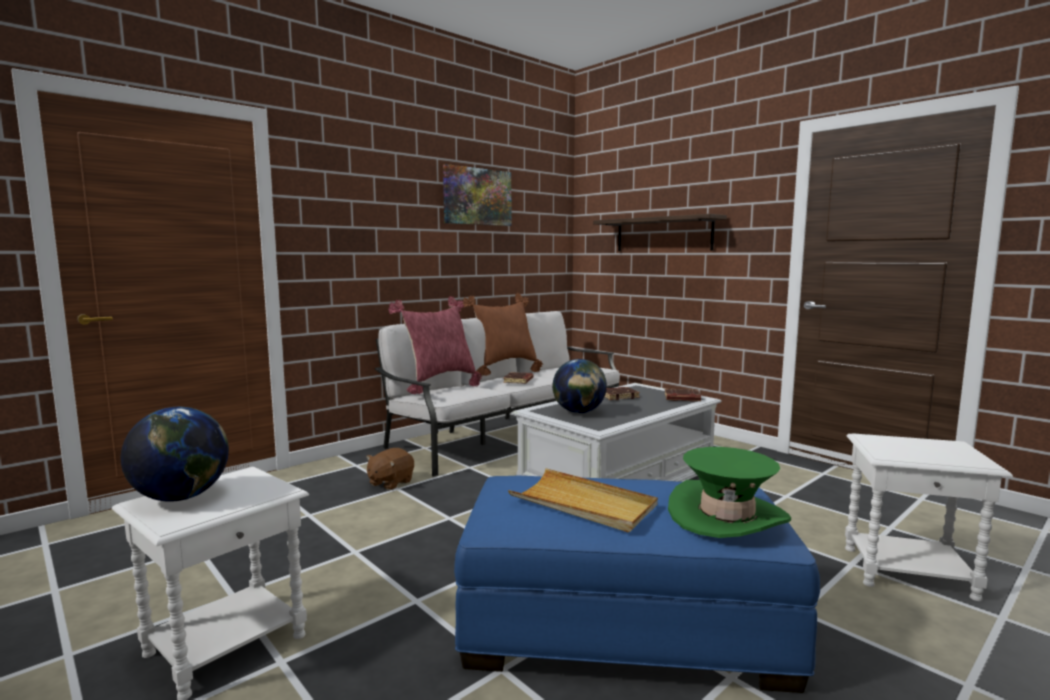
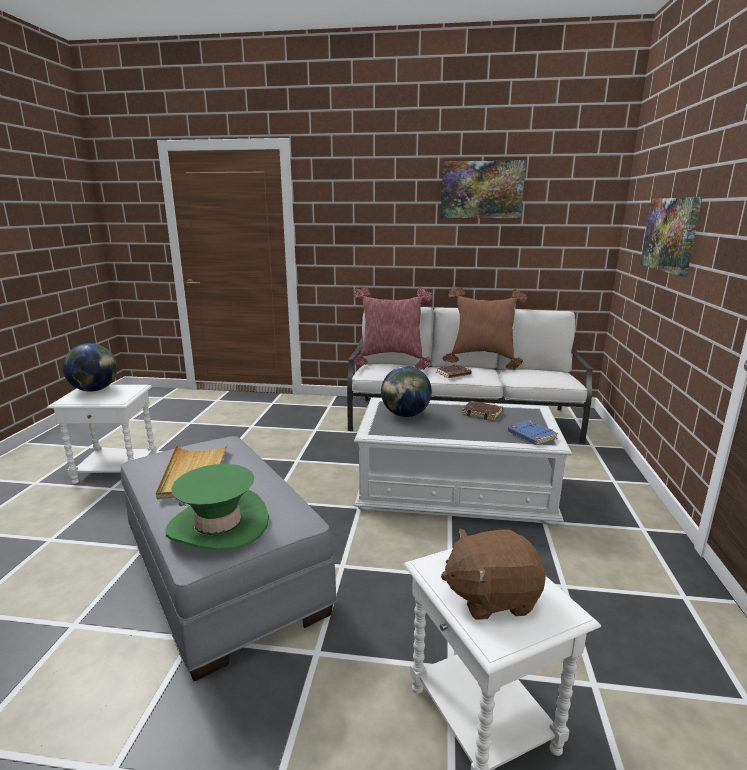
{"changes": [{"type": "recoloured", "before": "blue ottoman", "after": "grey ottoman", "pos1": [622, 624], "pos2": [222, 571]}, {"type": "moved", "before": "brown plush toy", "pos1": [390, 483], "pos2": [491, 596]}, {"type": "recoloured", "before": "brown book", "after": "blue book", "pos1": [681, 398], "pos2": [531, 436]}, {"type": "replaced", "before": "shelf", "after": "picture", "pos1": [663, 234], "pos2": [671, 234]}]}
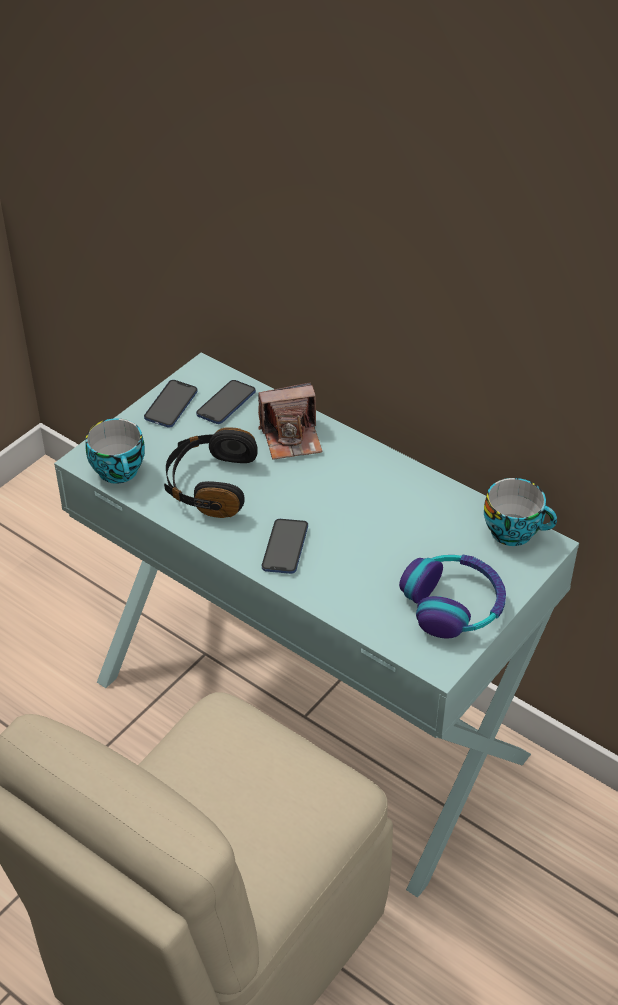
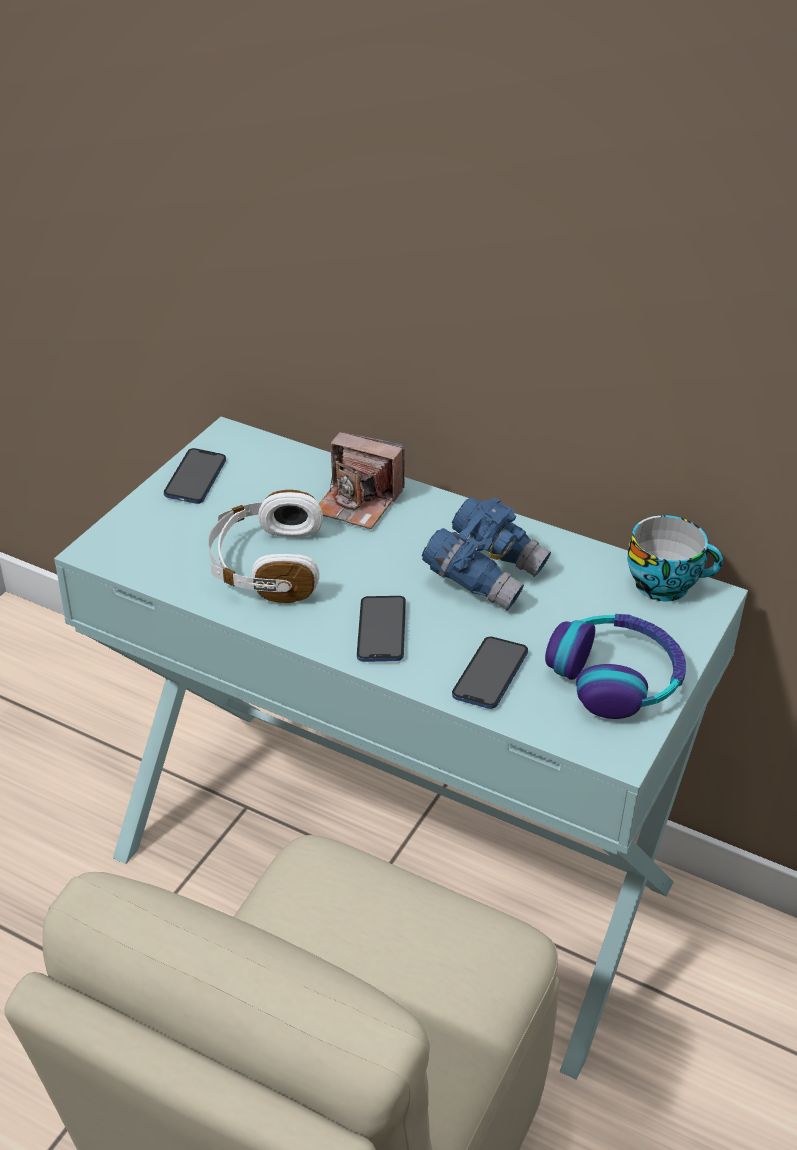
{"changes": [{"type": "recoloured", "before": "black headphones", "after": "white headphones", "pos1": [210, 485], "pos2": [266, 565]}, {"type": "turned", "before": "photo camera", "pos1": [291, 438], "pos2": [358, 502], "turn": 45}, {"type": "added", "after": "blue binoculars", "pos2": [485, 574]}, {"type": "moved", "before": "phone", "pos1": [226, 403], "pos2": [490, 674]}, {"type": "removed", "before": "cup", "pos1": [120, 471]}]}
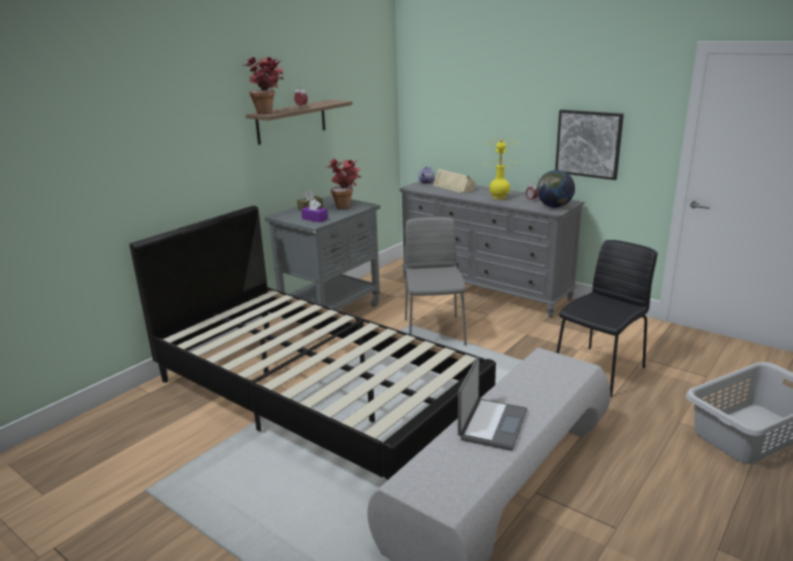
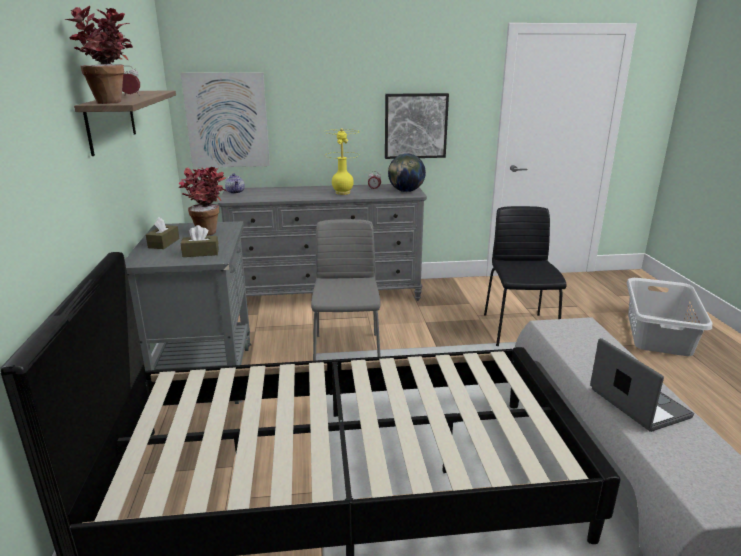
{"changes": [{"type": "added", "after": "picture", "pos2": [227, 121]}, {"type": "recoloured", "before": "purple tissue box", "after": "brown tissue box", "pos1": [315, 219], "pos2": [201, 253]}, {"type": "turned", "before": "grey chair", "pos1": [433, 331], "pos2": [346, 351], "turn": 45}, {"type": "removed", "before": "beige speaker", "pos1": [454, 187]}]}
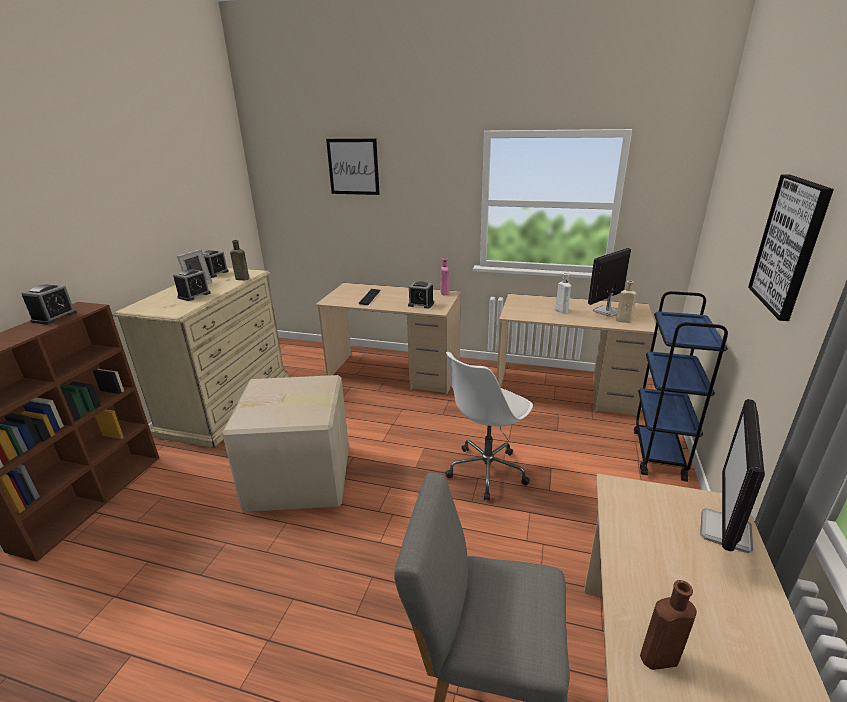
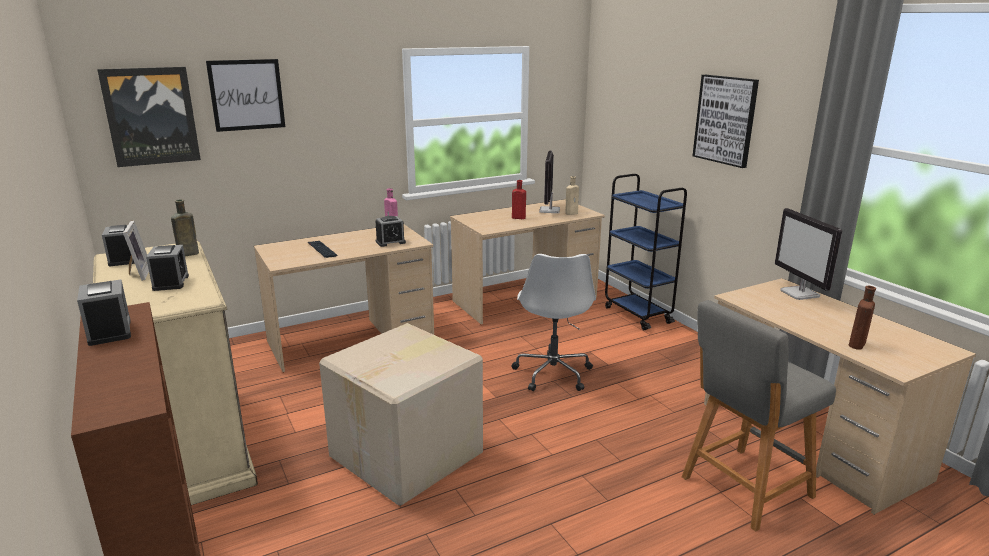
{"changes": [{"type": "added", "after": "picture", "pos2": [151, 116]}, {"type": "recoloured", "before": "white bottle", "after": "red bottle", "pos1": [560, 311], "pos2": [517, 218]}]}
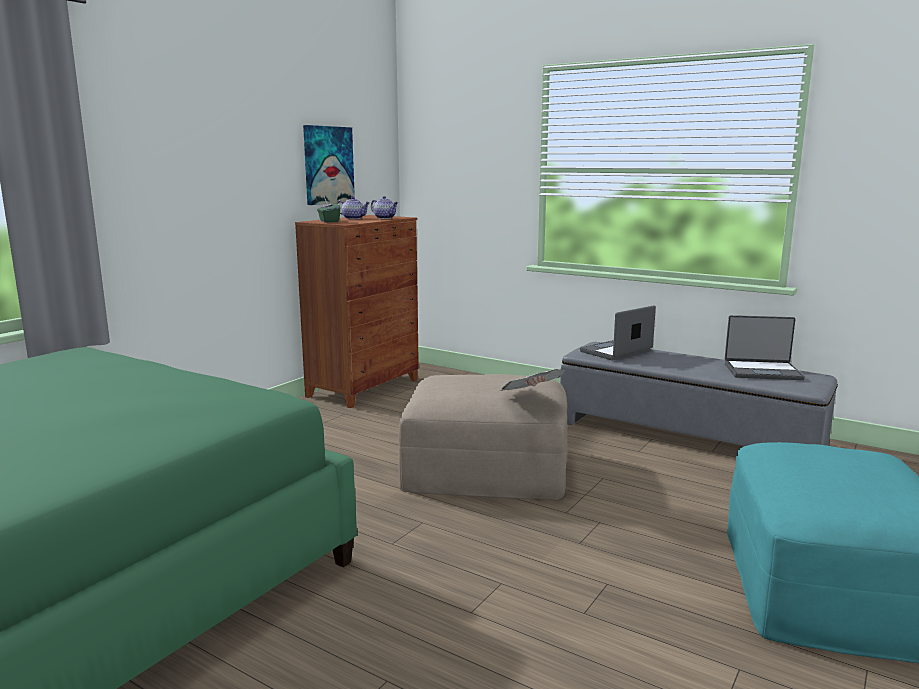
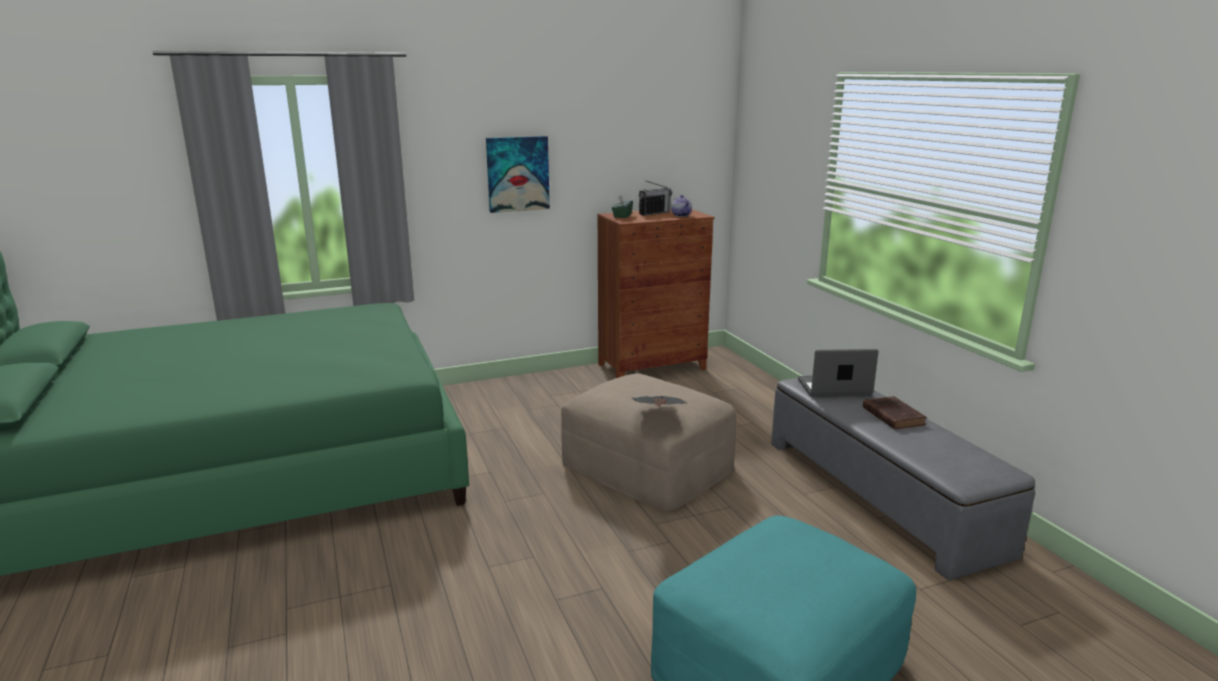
{"changes": [{"type": "moved", "before": "picture", "pos1": [328, 165], "pos2": [517, 174]}, {"type": "replaced", "before": "teapot", "after": "radio", "pos1": [354, 218], "pos2": [654, 213]}, {"type": "added", "after": "brown book", "pos2": [892, 415]}, {"type": "removed", "before": "laptop", "pos1": [762, 371]}]}
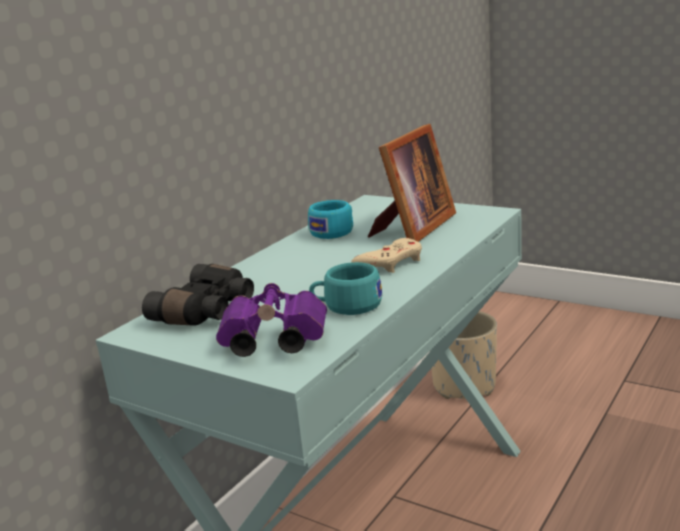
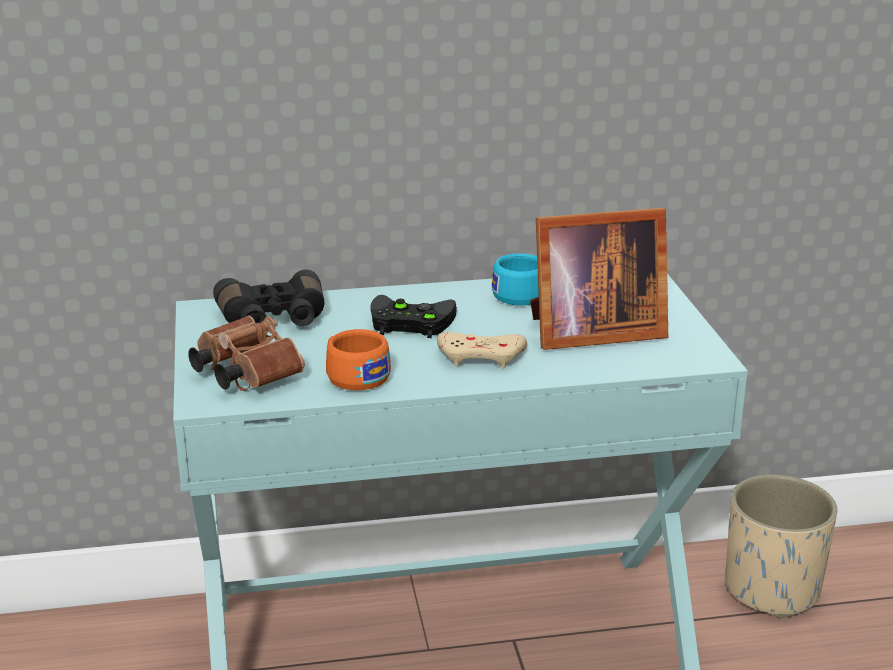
{"changes": [{"type": "recoloured", "before": "purple binoculars", "after": "brown binoculars", "pos1": [270, 343], "pos2": [244, 373]}, {"type": "recoloured", "before": "turquoise cup", "after": "orange cup", "pos1": [347, 306], "pos2": [353, 376]}, {"type": "added", "after": "black game controller", "pos2": [408, 322]}]}
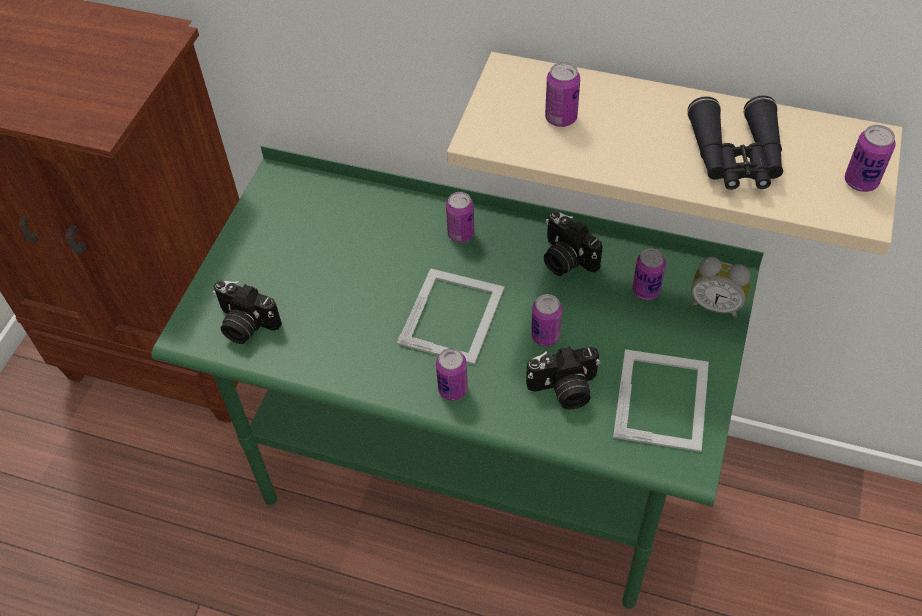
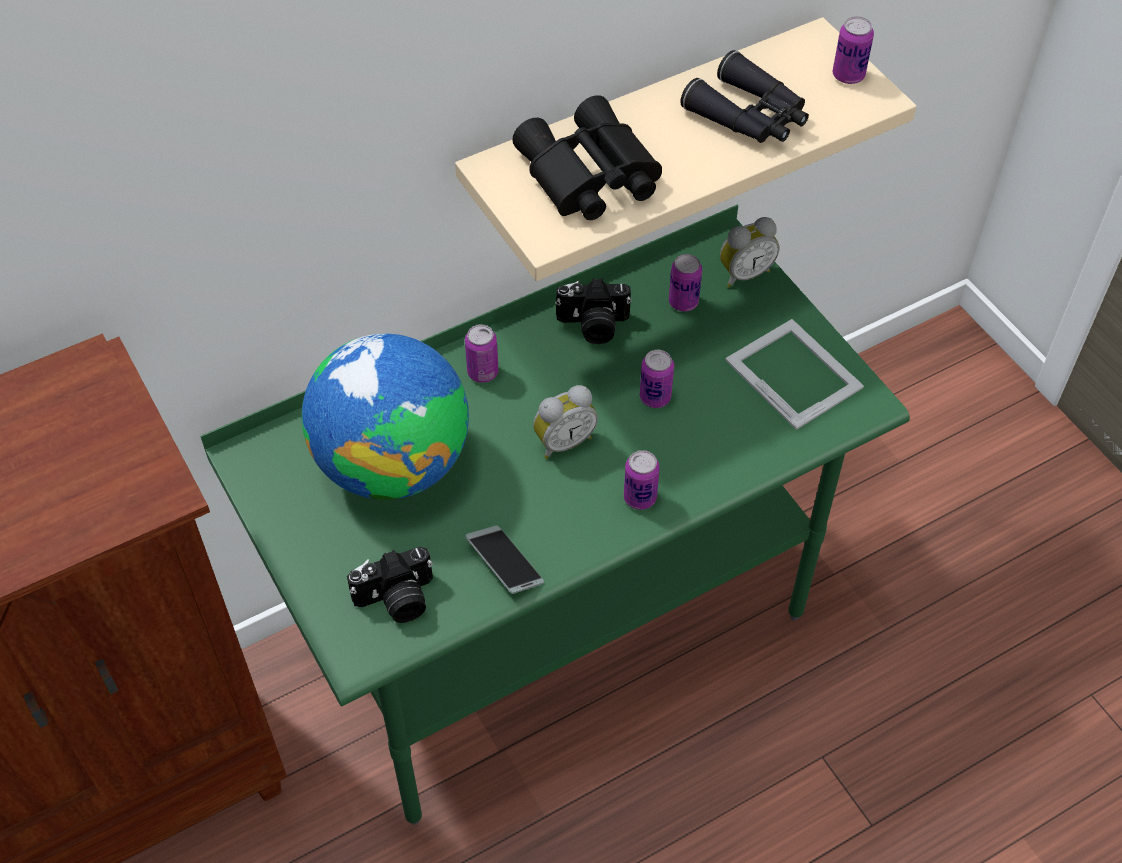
{"changes": [{"type": "added", "after": "globe", "pos2": [393, 463]}, {"type": "added", "after": "phone", "pos2": [504, 564]}, {"type": "replaced", "before": "can", "after": "black binoculars", "pos1": [561, 118], "pos2": [587, 176]}, {"type": "replaced", "before": "picture frame", "after": "alarm clock", "pos1": [453, 315], "pos2": [563, 441]}, {"type": "removed", "before": "photo camera", "pos1": [564, 390]}]}
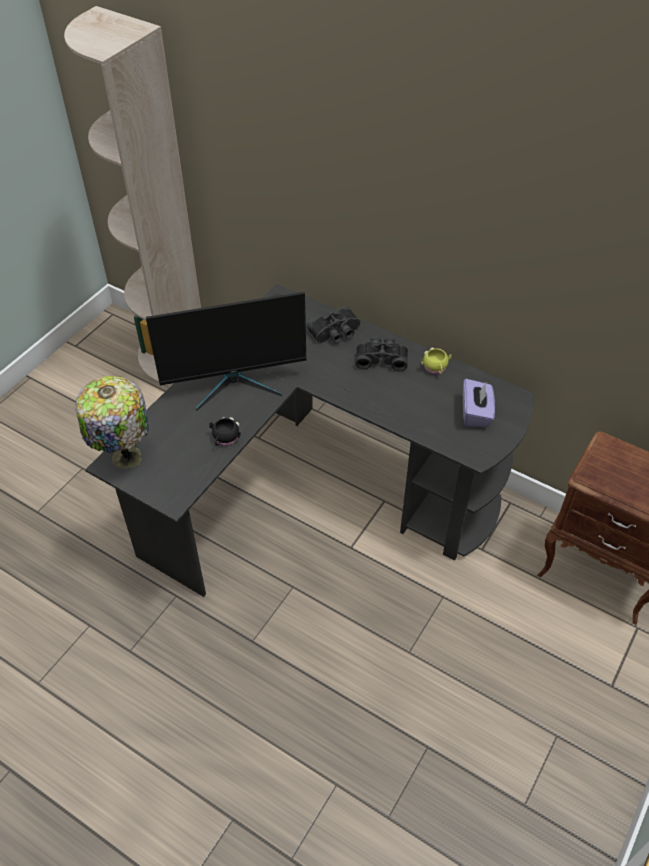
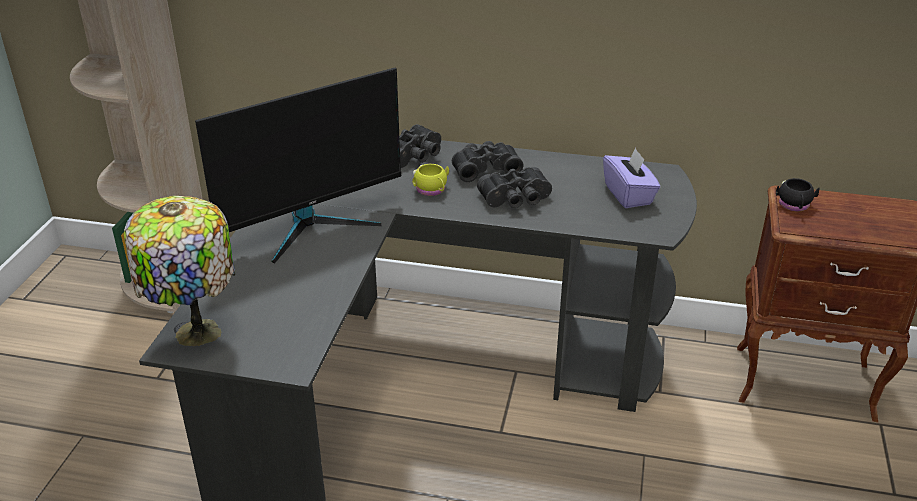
{"changes": [{"type": "moved", "before": "yellow mug", "pos1": [435, 368], "pos2": [432, 190]}, {"type": "added", "after": "black binoculars", "pos2": [516, 199]}, {"type": "moved", "before": "black mug", "pos1": [225, 439], "pos2": [794, 206]}]}
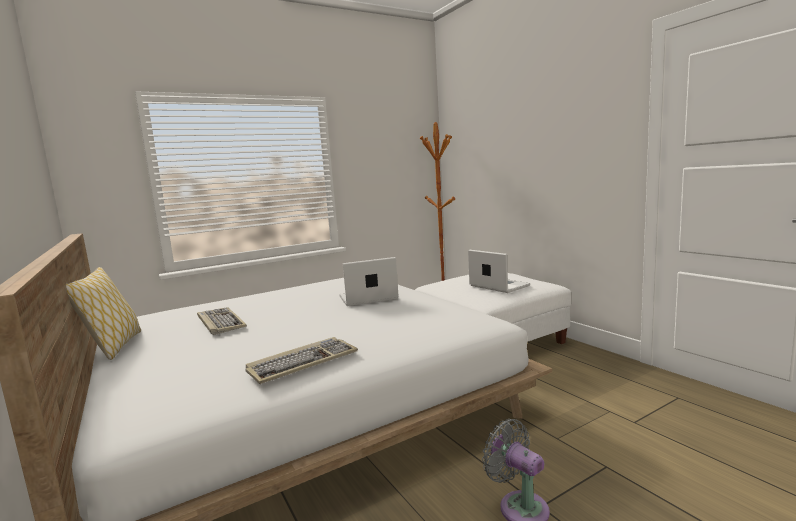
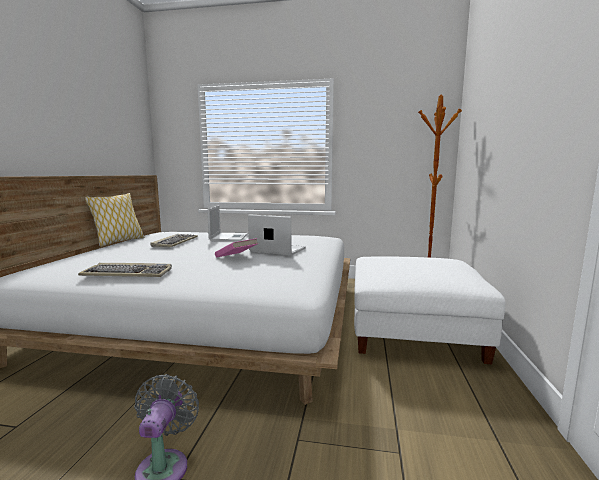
{"changes": [{"type": "moved", "before": "laptop", "pos1": [498, 285], "pos2": [229, 237]}, {"type": "added", "after": "pink book", "pos2": [236, 258]}]}
